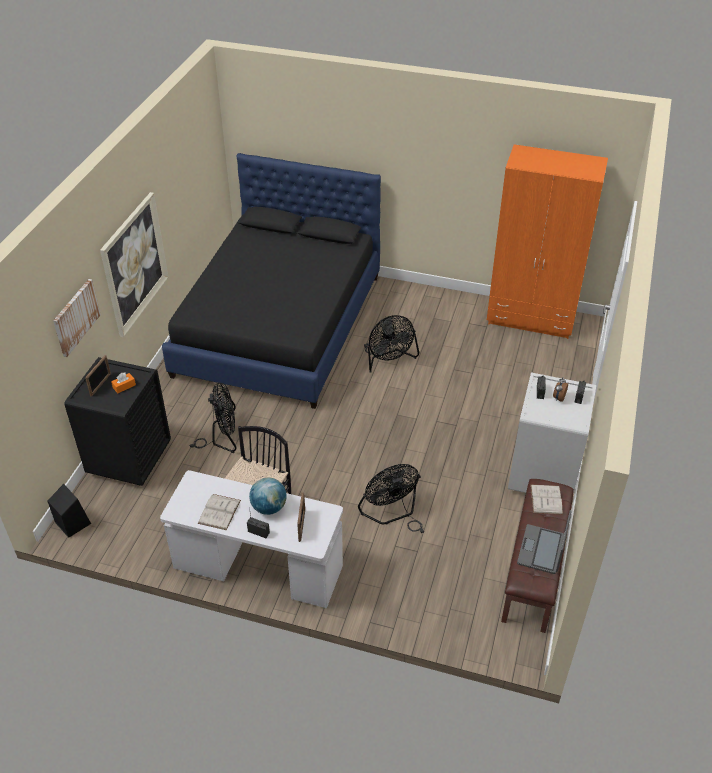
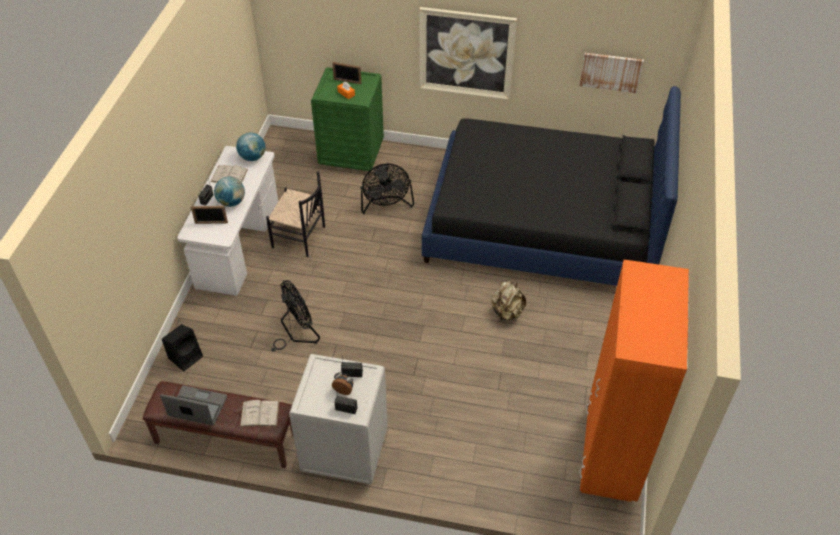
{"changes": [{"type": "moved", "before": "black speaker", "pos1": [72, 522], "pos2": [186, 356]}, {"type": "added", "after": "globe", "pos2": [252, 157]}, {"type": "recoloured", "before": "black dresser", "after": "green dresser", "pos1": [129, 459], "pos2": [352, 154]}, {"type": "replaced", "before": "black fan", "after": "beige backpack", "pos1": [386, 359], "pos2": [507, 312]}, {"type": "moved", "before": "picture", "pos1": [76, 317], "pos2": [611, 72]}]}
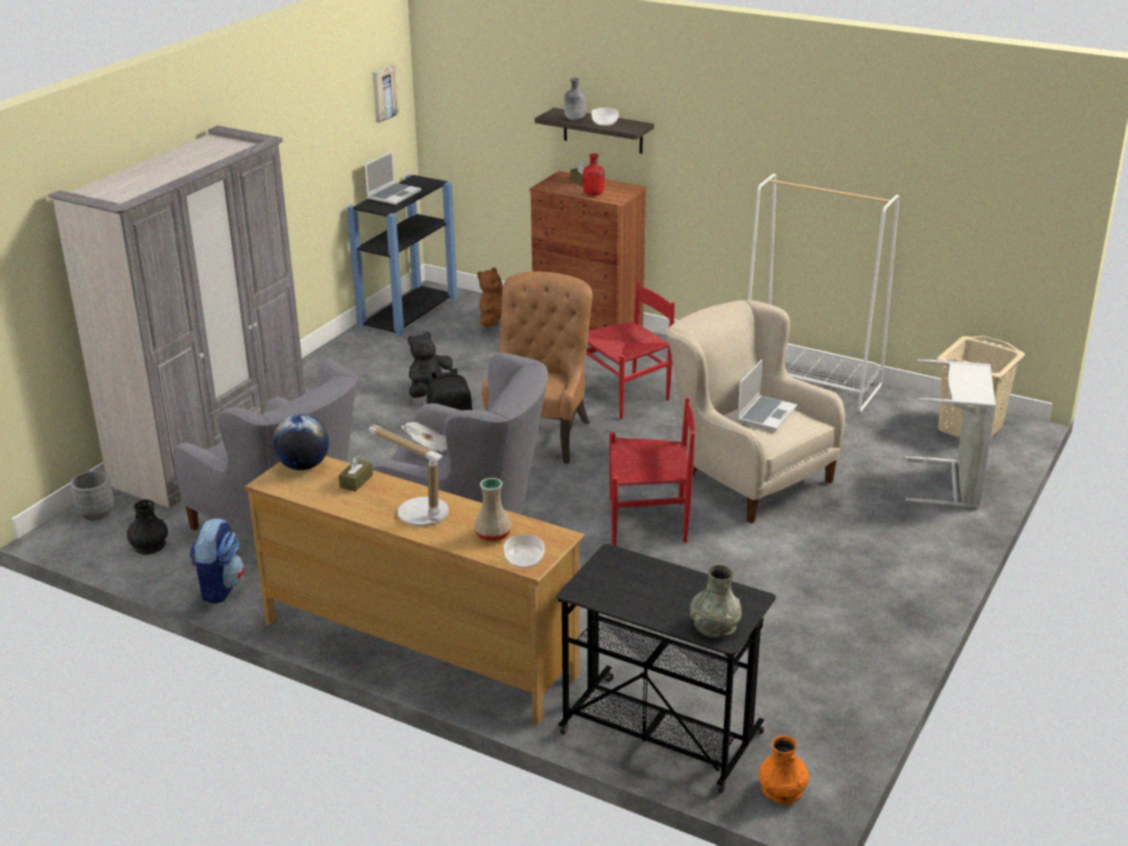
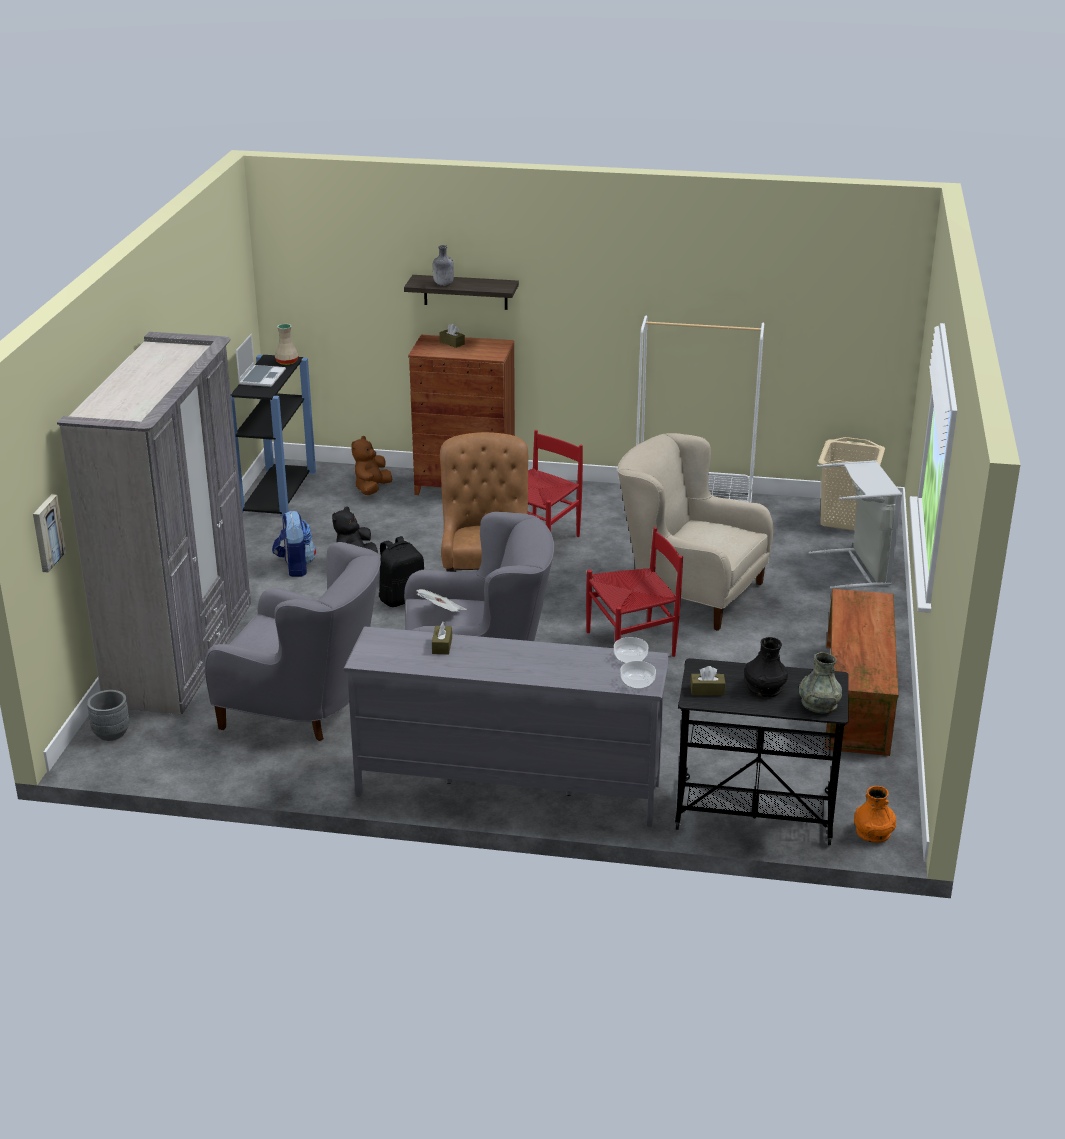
{"changes": [{"type": "moved", "before": "picture", "pos1": [384, 93], "pos2": [46, 533]}, {"type": "moved", "before": "backpack", "pos1": [220, 587], "pos2": [295, 567]}, {"type": "moved", "before": "beige vase", "pos1": [493, 535], "pos2": [287, 362]}, {"type": "recoloured", "before": "brown dresser", "after": "grey dresser", "pos1": [419, 648], "pos2": [508, 788]}, {"type": "moved", "before": "bowl", "pos1": [605, 122], "pos2": [630, 658]}, {"type": "added", "after": "brown tissue box", "pos2": [707, 690]}, {"type": "moved", "before": "black vase", "pos1": [149, 545], "pos2": [764, 687]}, {"type": "added", "after": "brown bench", "pos2": [858, 698]}, {"type": "removed", "before": "globe", "pos1": [303, 466]}, {"type": "removed", "before": "table lamp", "pos1": [418, 511]}, {"type": "removed", "before": "red bottle", "pos1": [594, 194]}, {"type": "removed", "before": "laptop", "pos1": [766, 414]}]}
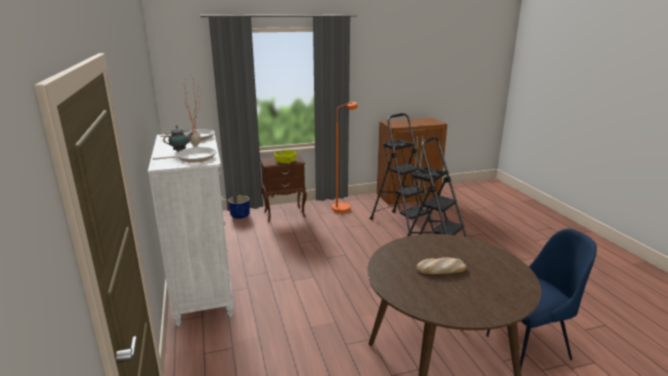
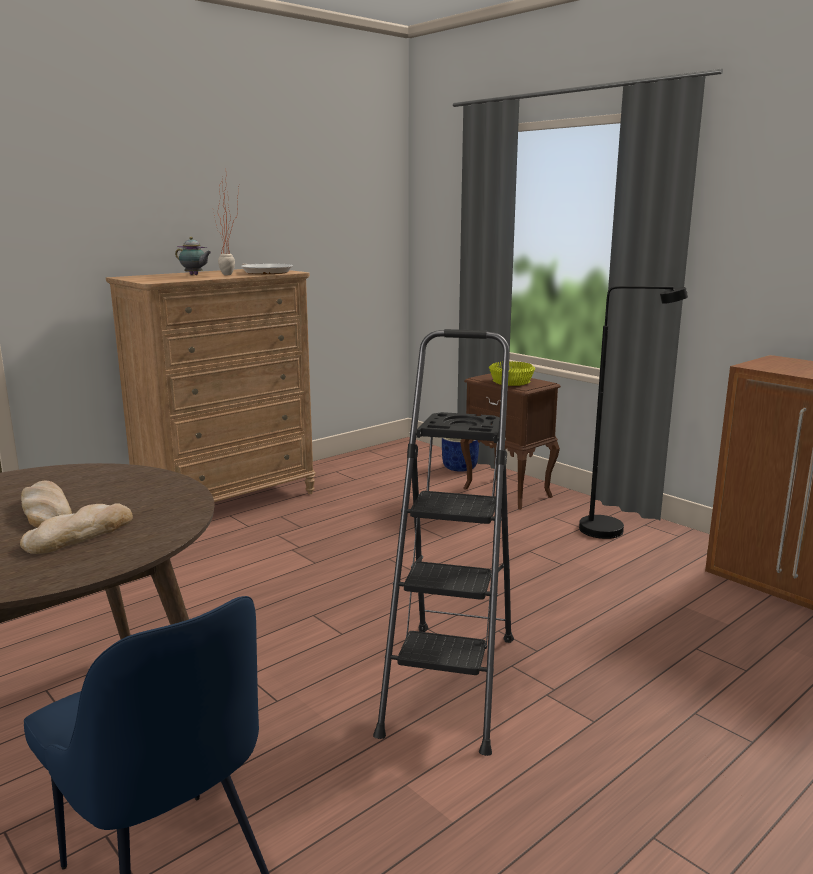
{"changes": [{"type": "added", "after": "bread", "pos2": [79, 534]}, {"type": "recoloured", "before": "white dresser", "after": "brown dresser", "pos1": [202, 289], "pos2": [228, 501]}, {"type": "recoloured", "before": "orange floor lamp", "after": "black floor lamp", "pos1": [343, 207], "pos2": [614, 530]}, {"type": "removed", "before": "frying pan", "pos1": [193, 158]}, {"type": "removed", "before": "step ladder", "pos1": [401, 225]}]}
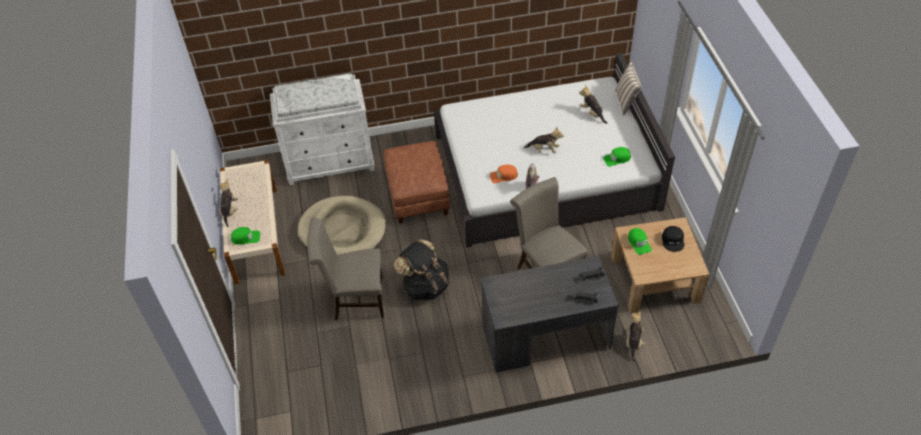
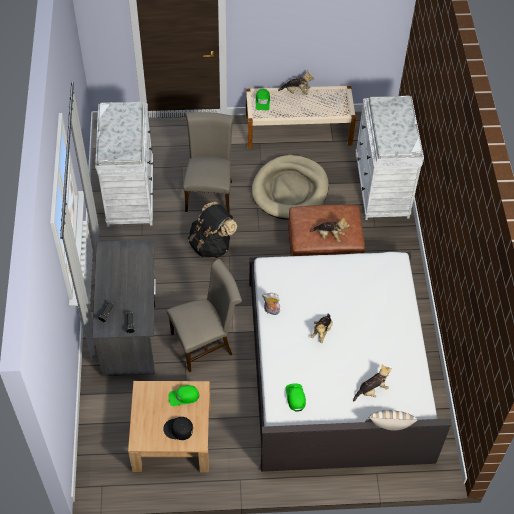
{"changes": [{"type": "added", "after": "white dresser", "pos2": [130, 192]}, {"type": "moved", "before": "plush toy", "pos1": [633, 342], "pos2": [329, 236]}, {"type": "removed", "before": "orange cap", "pos1": [503, 176]}]}
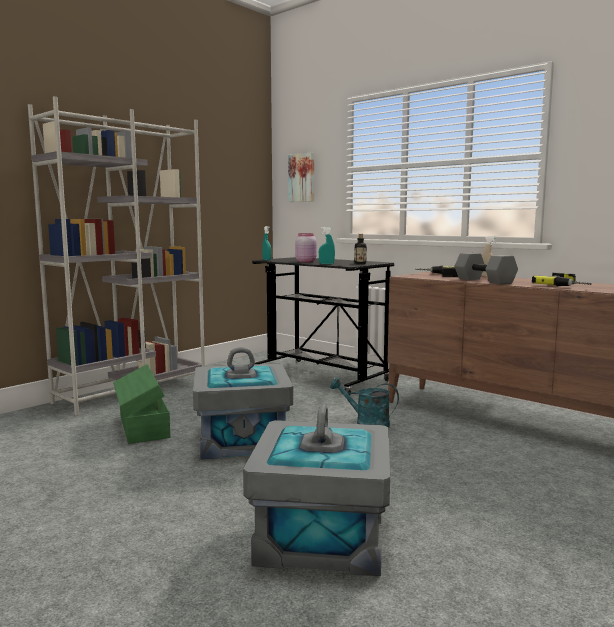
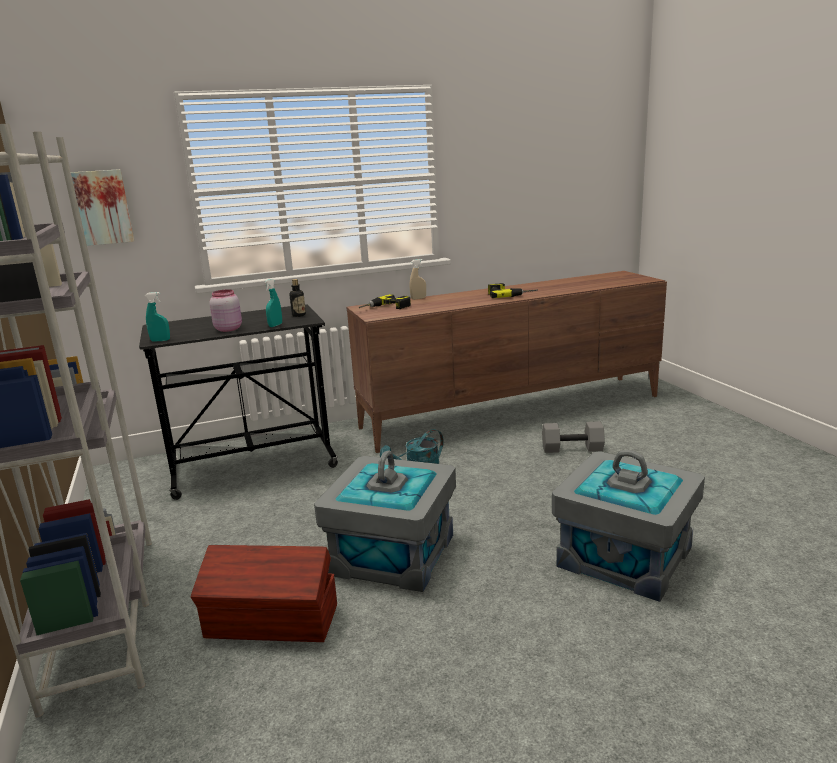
{"changes": [{"type": "recoloured", "before": "green storage box", "after": "brown storage box", "pos1": [142, 427], "pos2": [272, 622]}, {"type": "moved", "before": "grey dumbbell", "pos1": [485, 281], "pos2": [572, 448]}]}
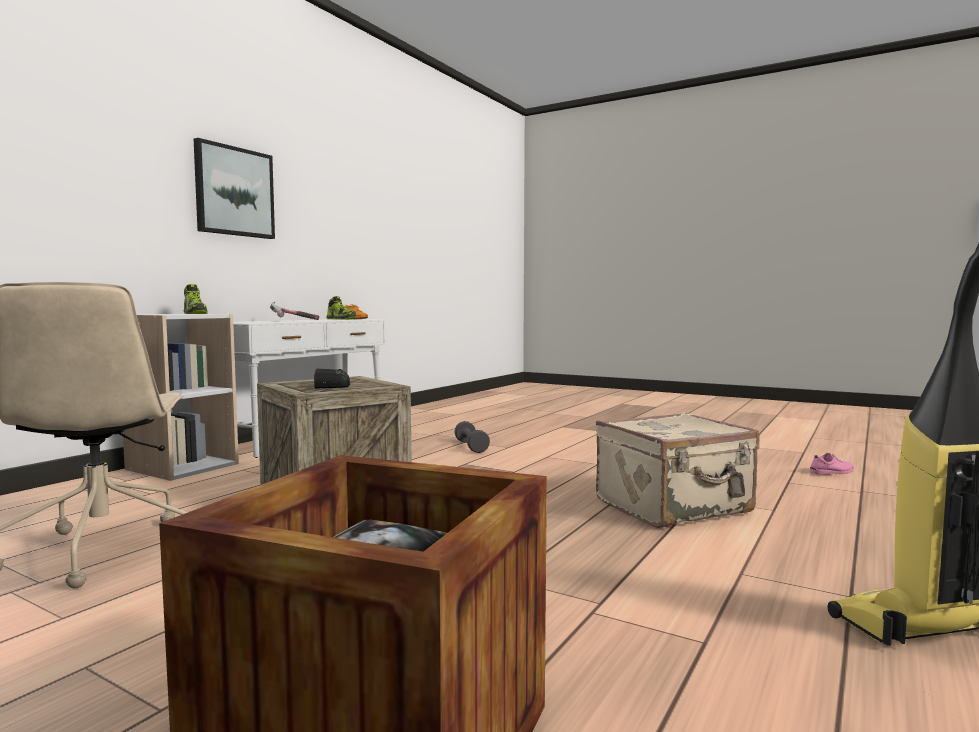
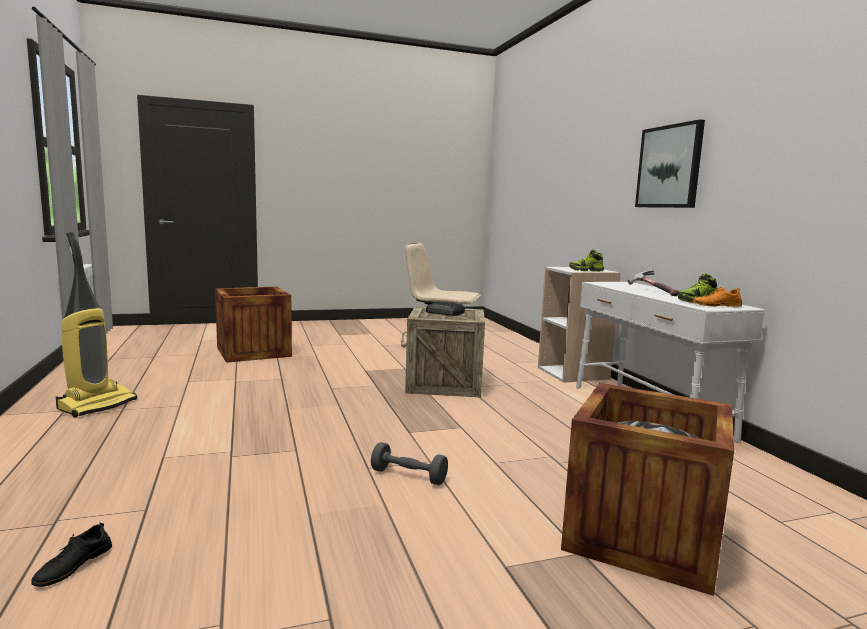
{"changes": [{"type": "recoloured", "before": "pink shoe", "after": "black shoe", "pos1": [832, 472], "pos2": [73, 565]}, {"type": "moved", "before": "grey dumbbell", "pos1": [471, 447], "pos2": [408, 476]}, {"type": "added", "after": "crate", "pos2": [642, 535]}, {"type": "removed", "before": "beige suitcase", "pos1": [674, 507]}]}
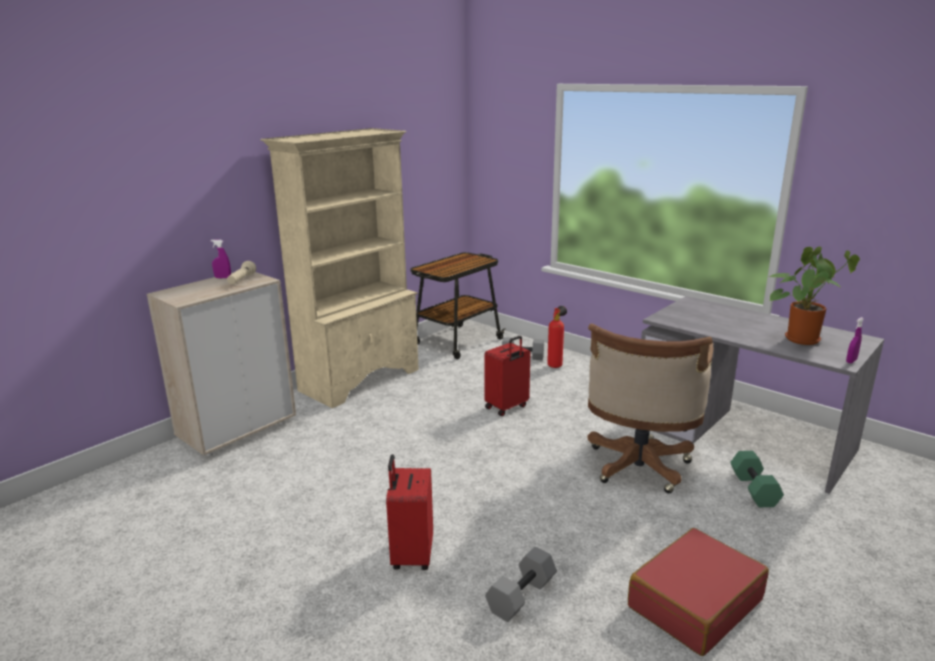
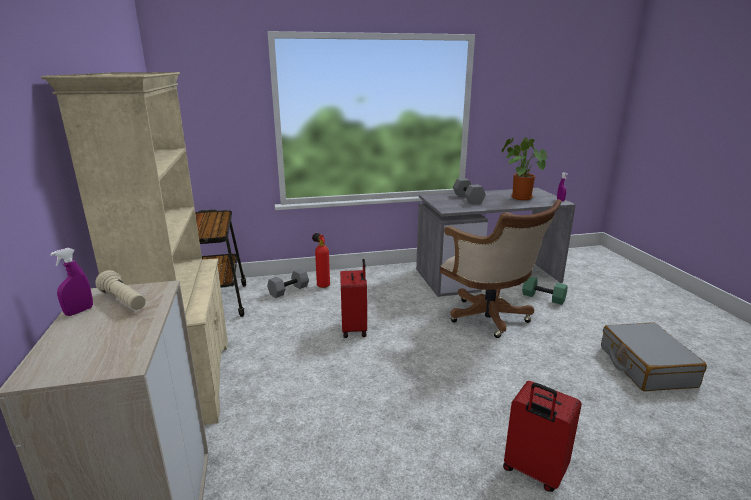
{"changes": [{"type": "moved", "before": "grey dumbbell", "pos1": [521, 595], "pos2": [467, 199]}, {"type": "recoloured", "before": "red suitcase", "after": "grey suitcase", "pos1": [694, 602], "pos2": [645, 366]}]}
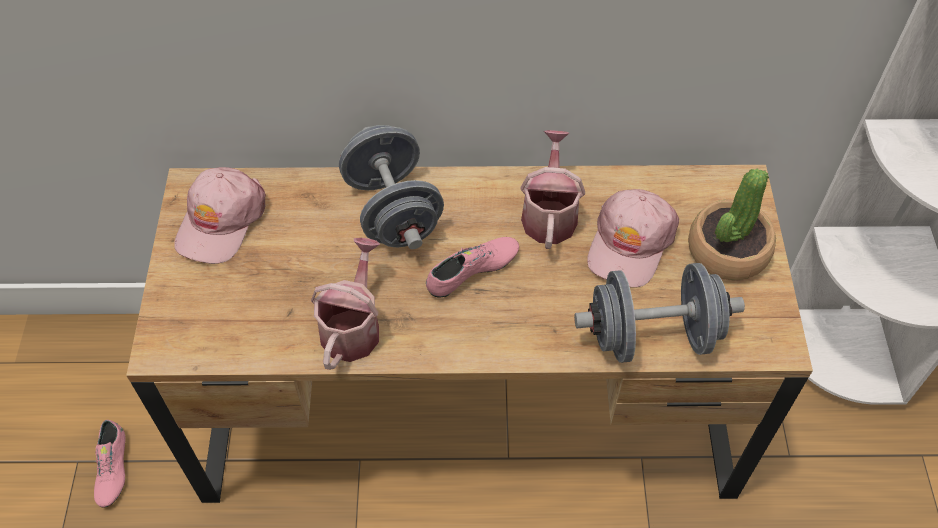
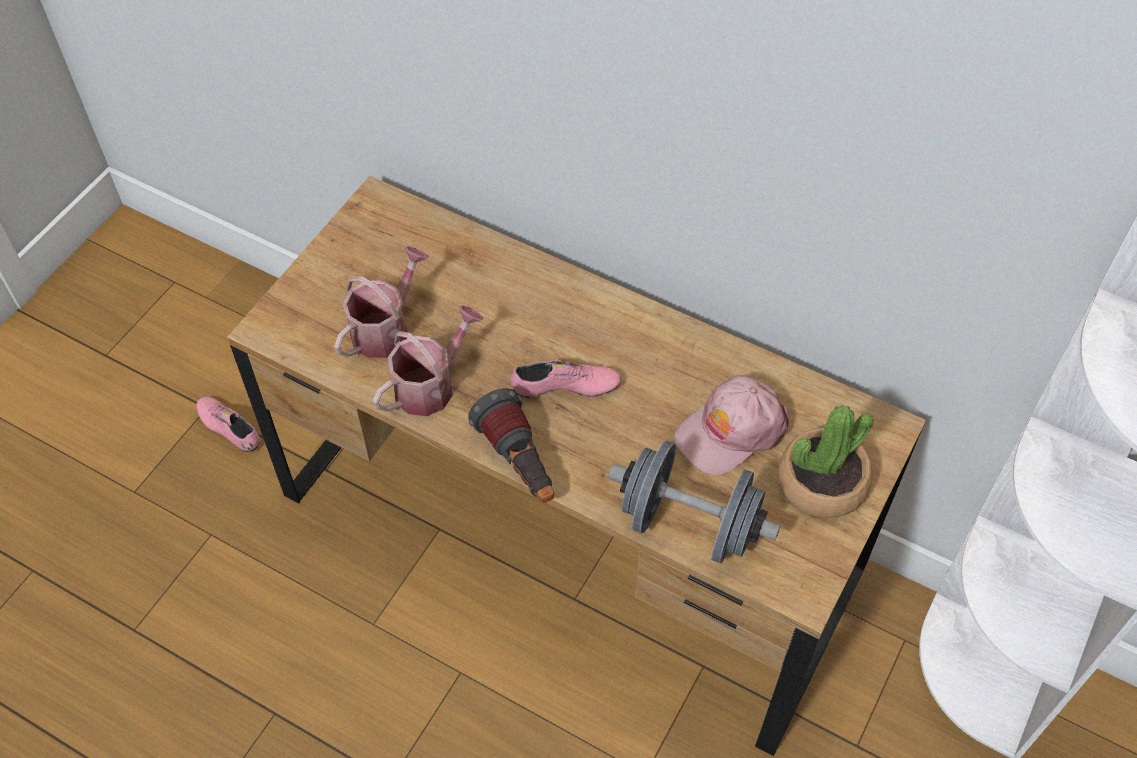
{"changes": [{"type": "turned", "before": "pink shoe", "pos1": [112, 469], "pos2": [230, 428], "turn": 105}, {"type": "moved", "before": "watering can", "pos1": [549, 214], "pos2": [385, 328]}, {"type": "added", "after": "flashlight", "pos2": [519, 464]}, {"type": "removed", "before": "pink cap", "pos1": [220, 221]}, {"type": "removed", "before": "grey dumbbell", "pos1": [393, 211]}]}
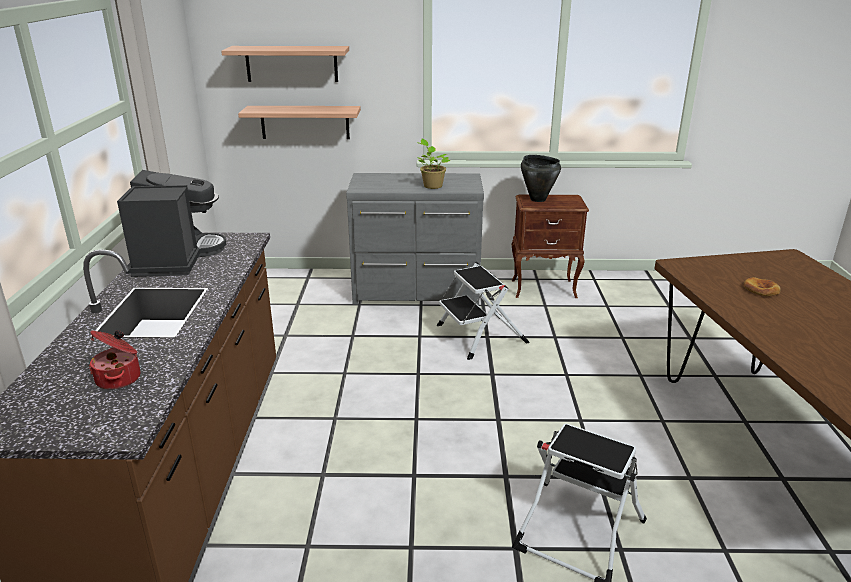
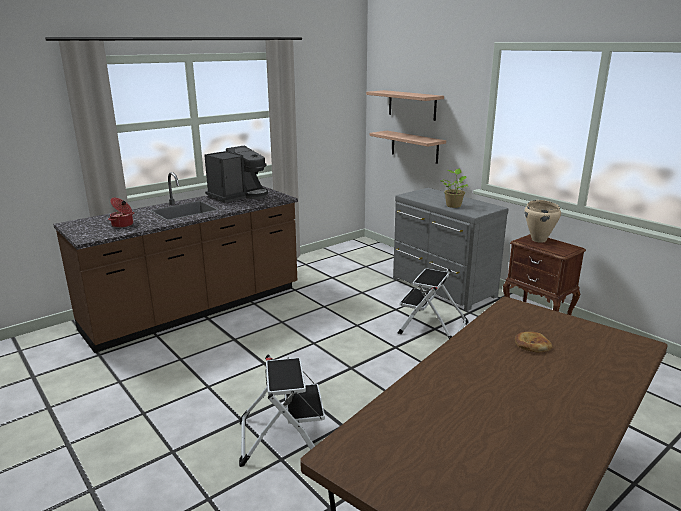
{"changes": [{"type": "recoloured", "before": "black cooking pot", "after": "beige cooking pot", "pos1": [538, 199], "pos2": [539, 240]}]}
